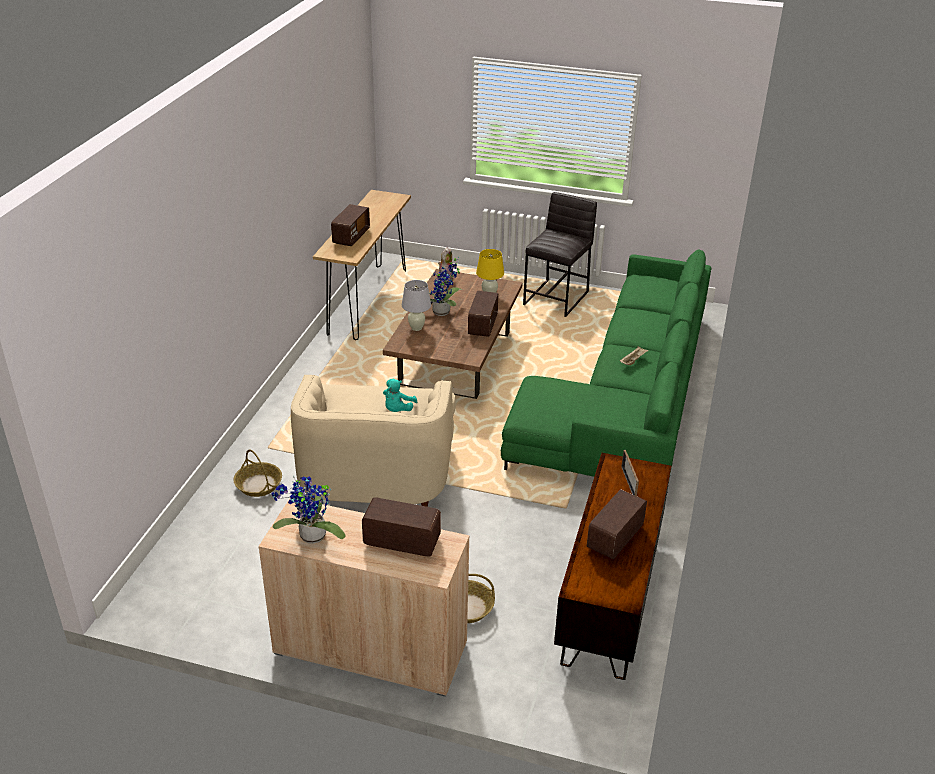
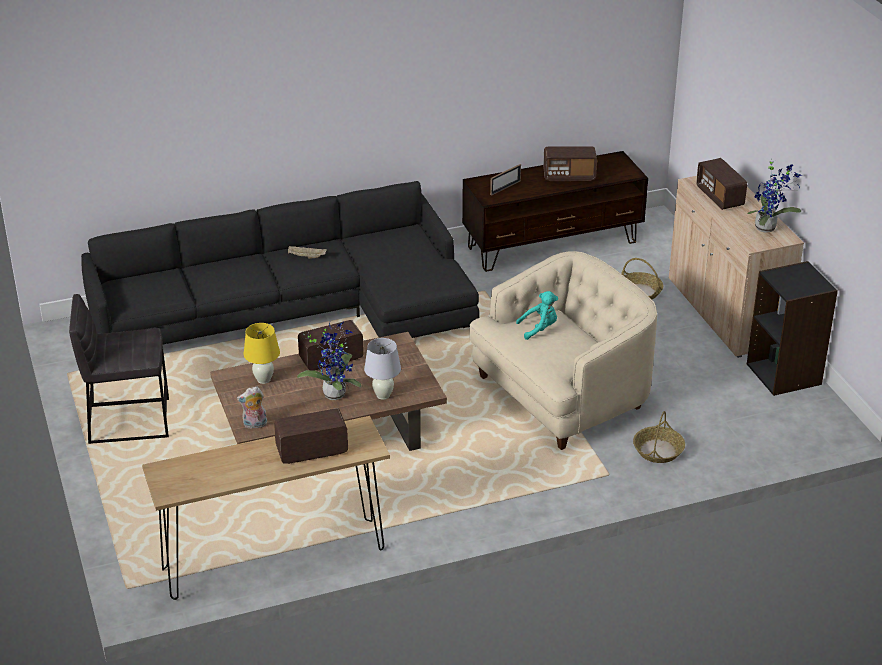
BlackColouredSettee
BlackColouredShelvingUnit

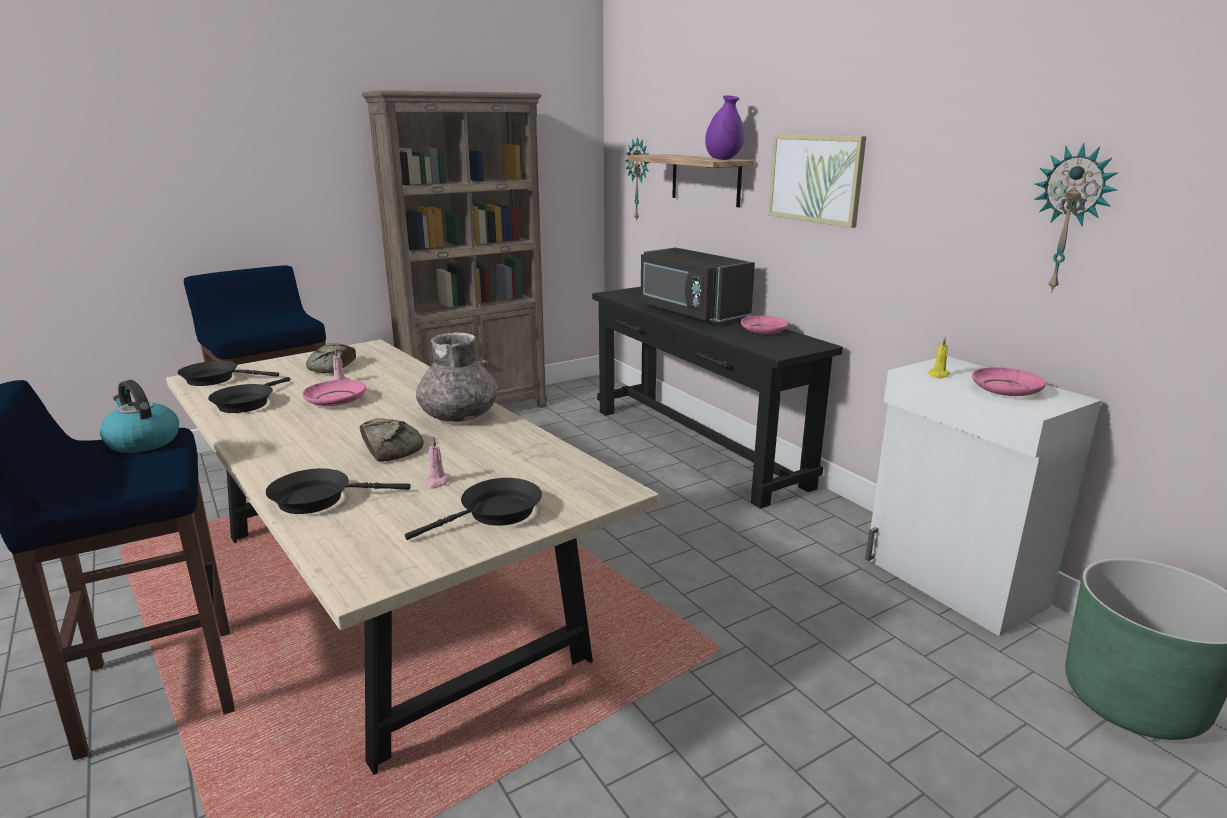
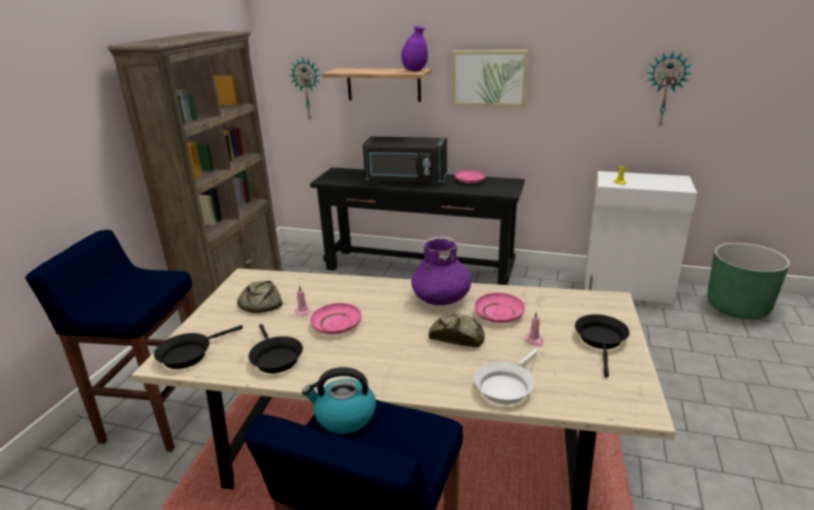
PurpleVase (no. 2 from left)
PinkishFlatDish (no. 3 from left)
WhiteSkillet

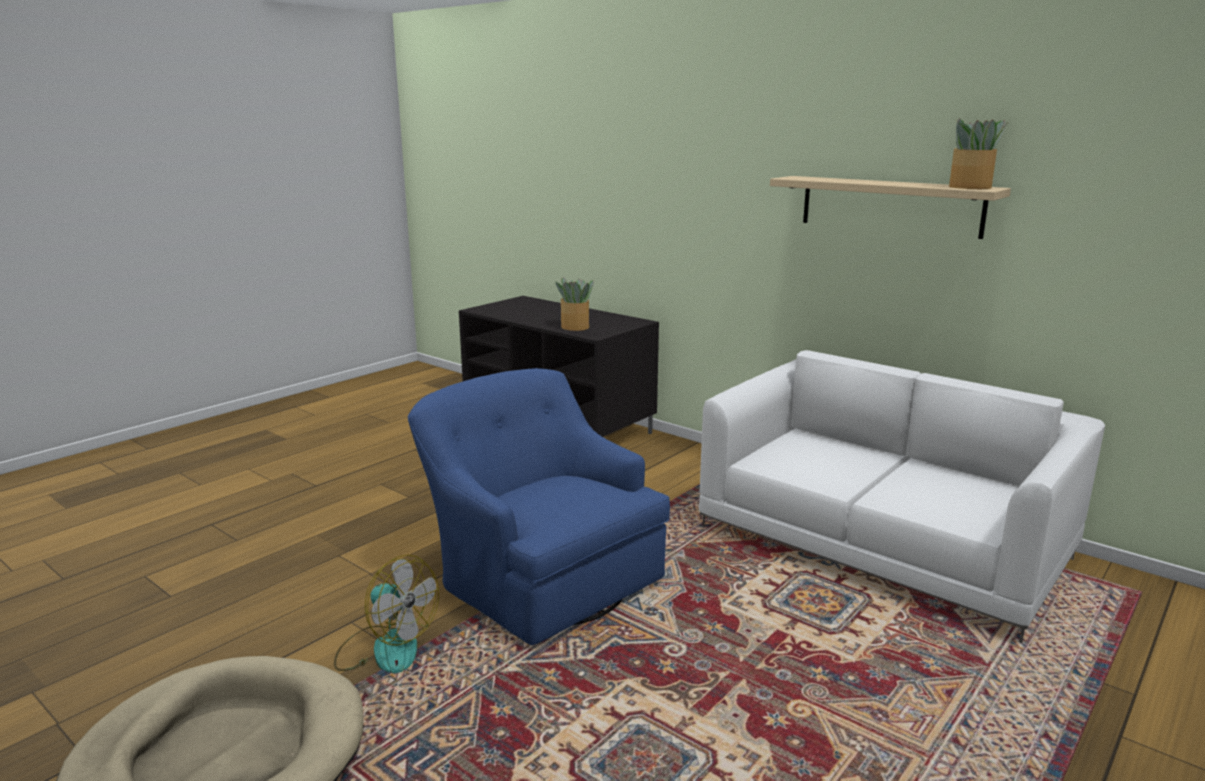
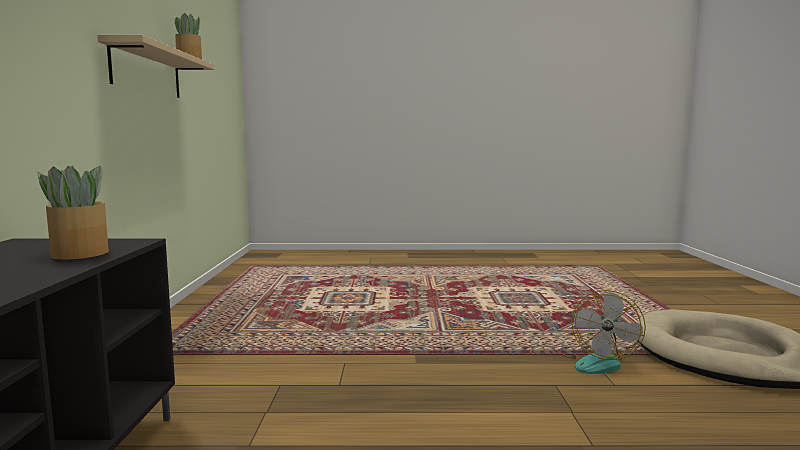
CoolingFan
BlueColouredArmchair
WhiteSettee

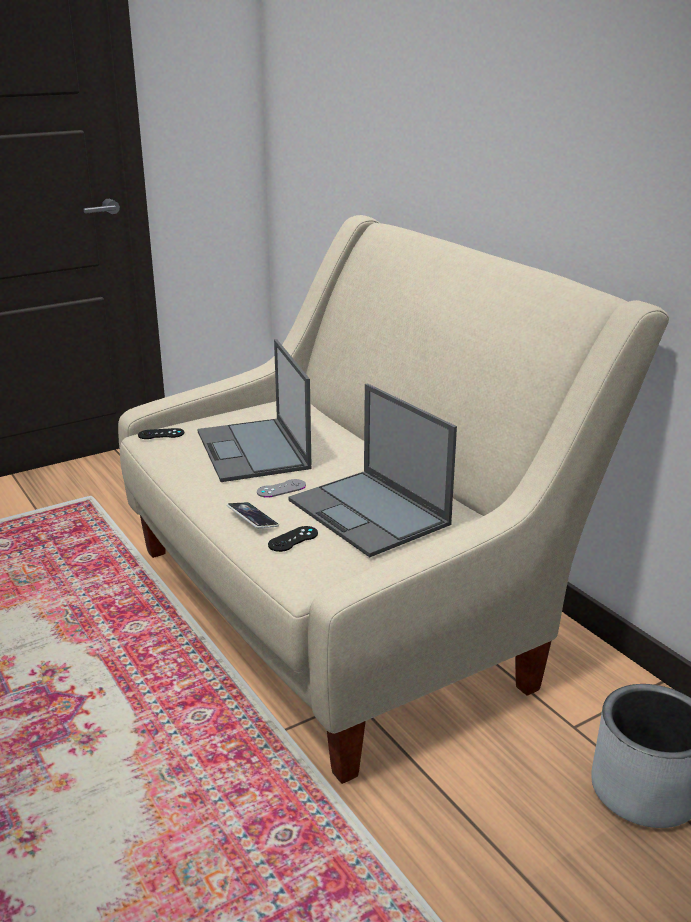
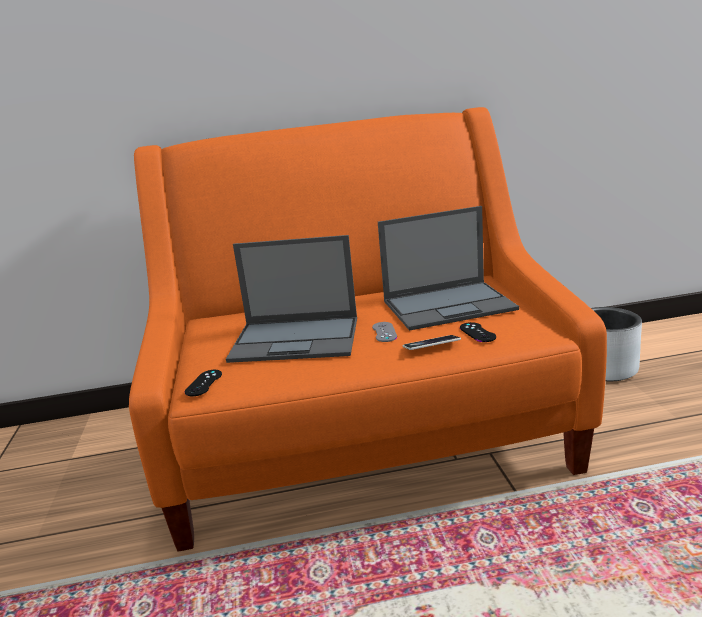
OrangeColouredSettee

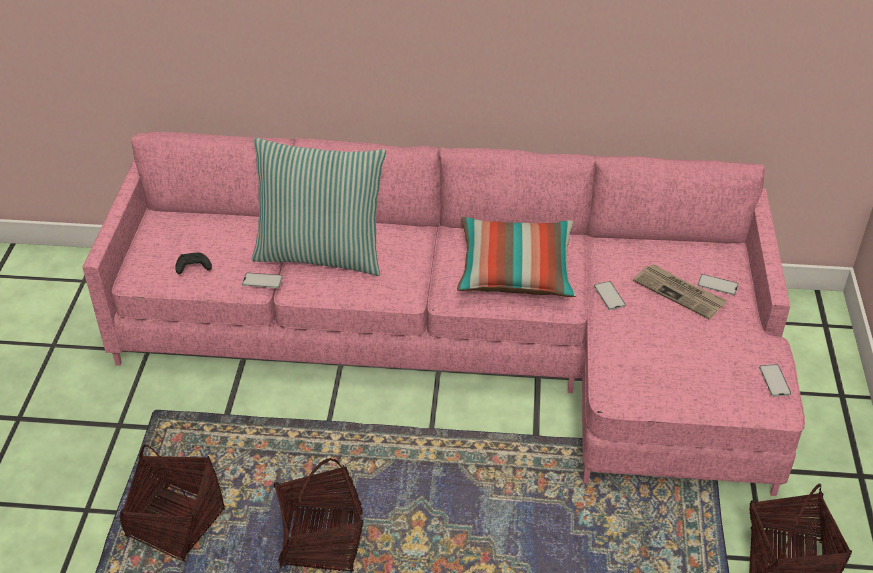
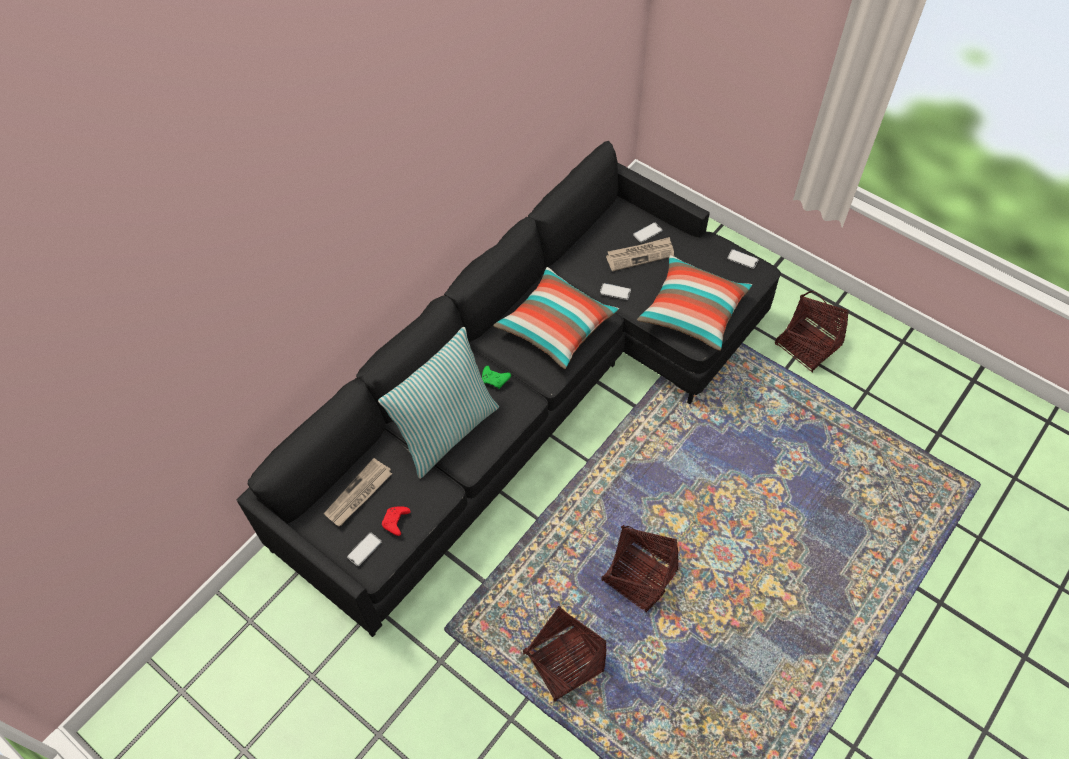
BlackColouredSettee
DailyPaper (no. 1 from left)
Handset (no. 1 from left)
ReddishJoypad
GreenJoypad
Pillow (no. 3 from left)

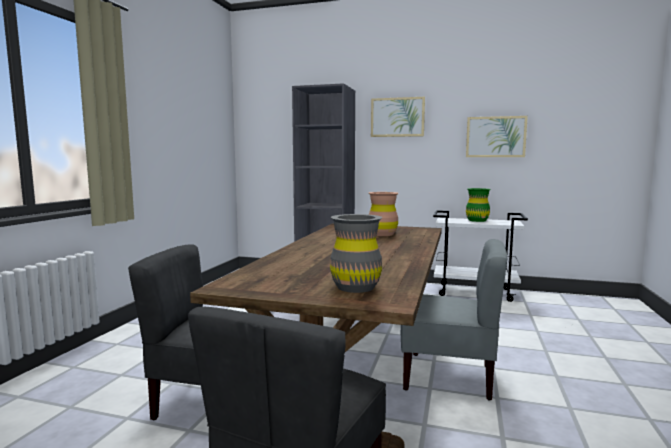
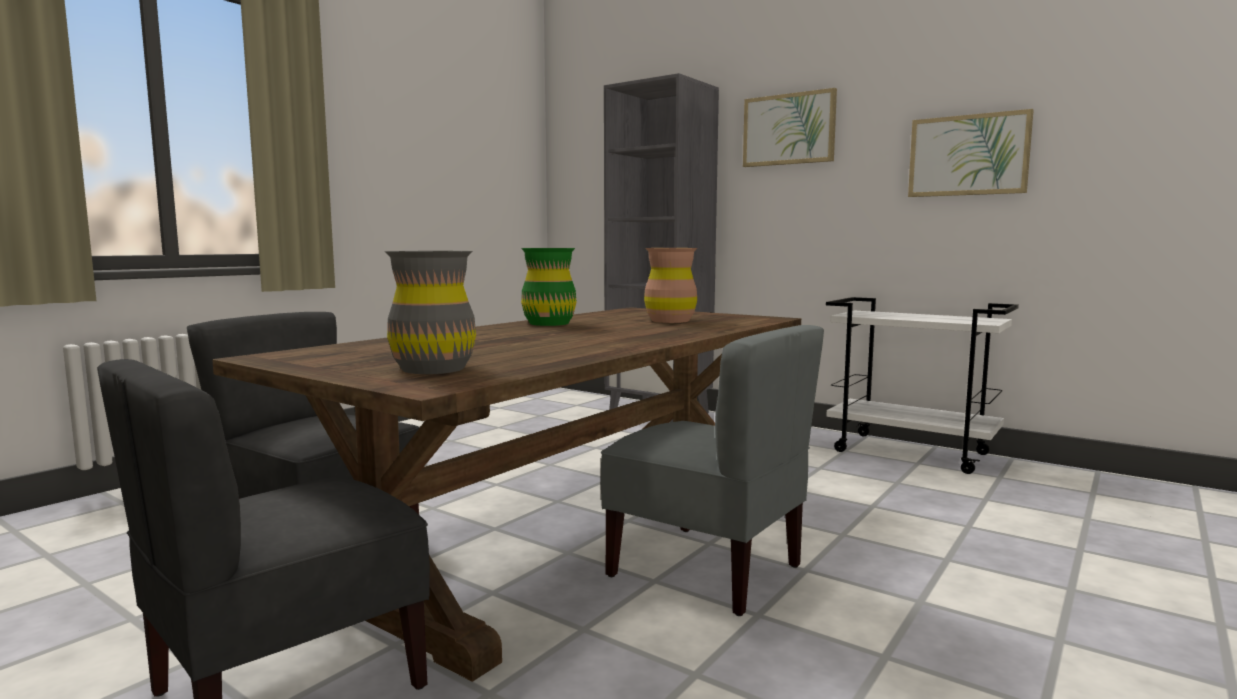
GreenVase

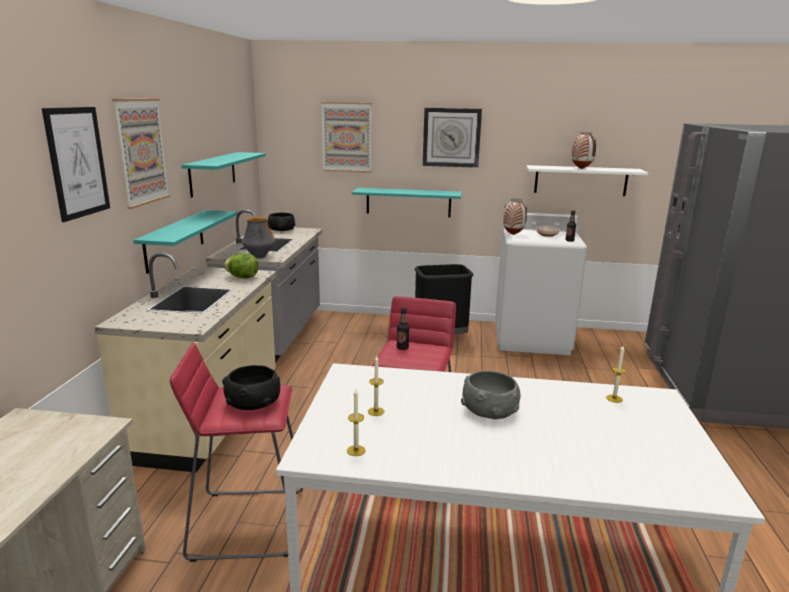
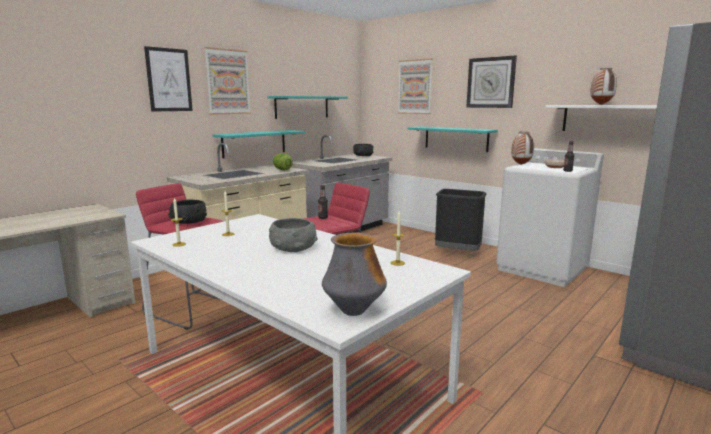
Vase (no. 1 from left)

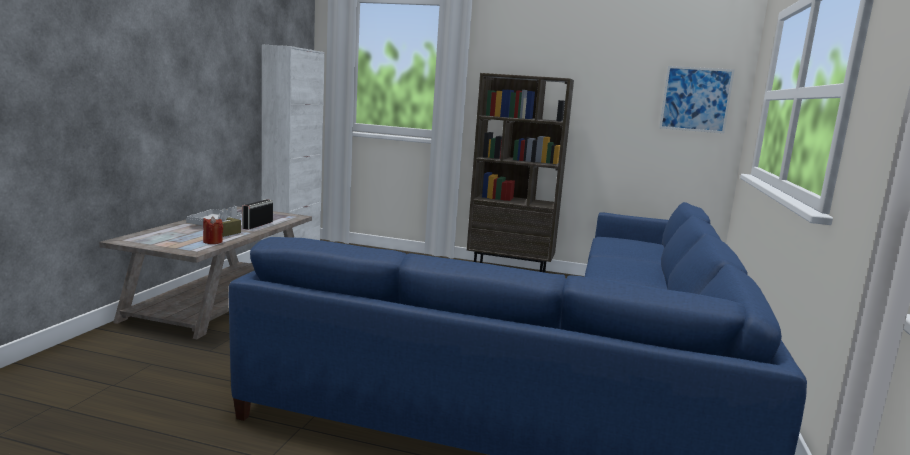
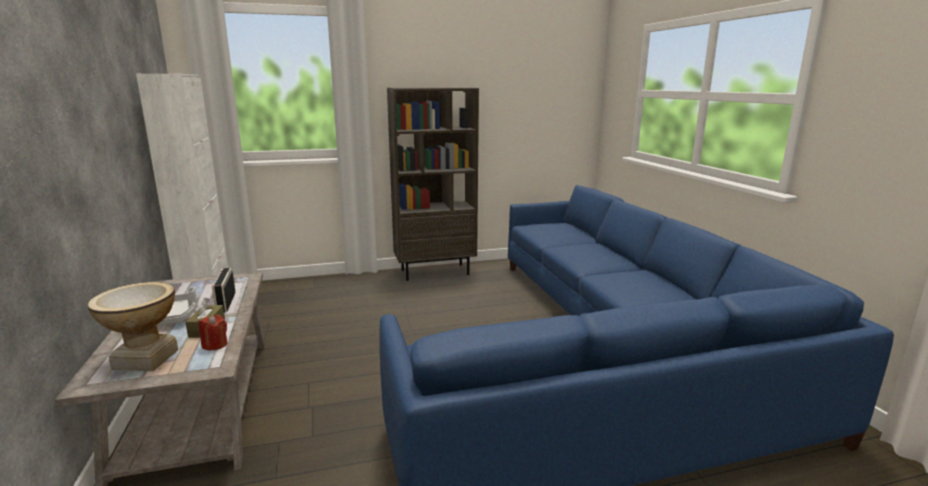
Vase
WallPicture

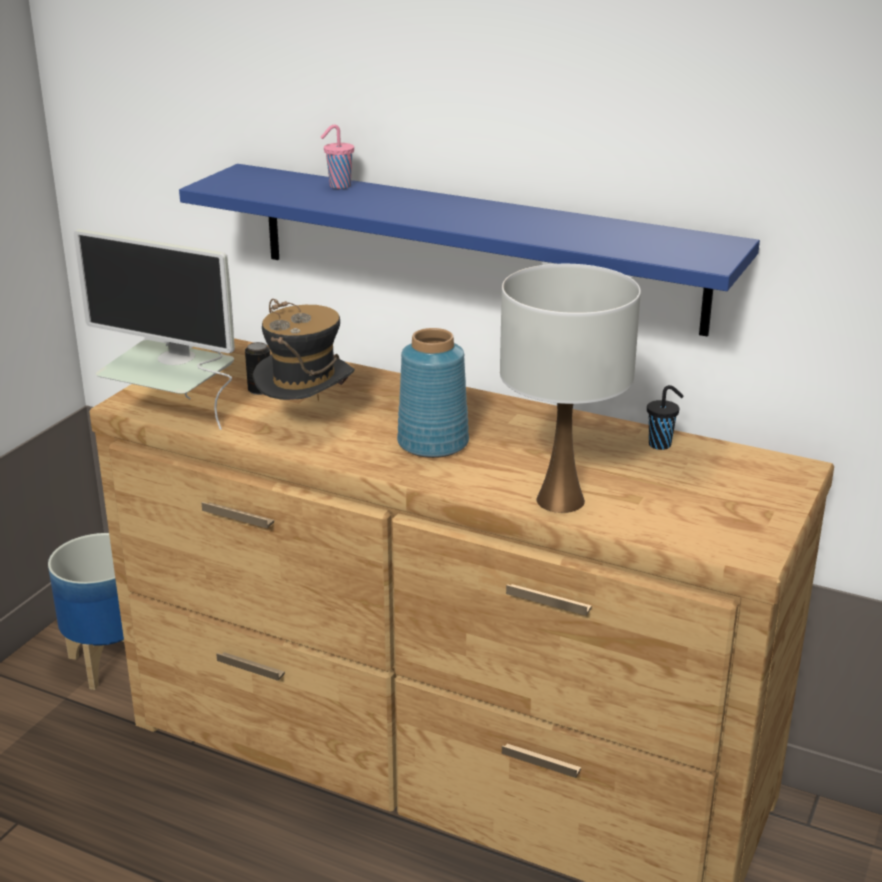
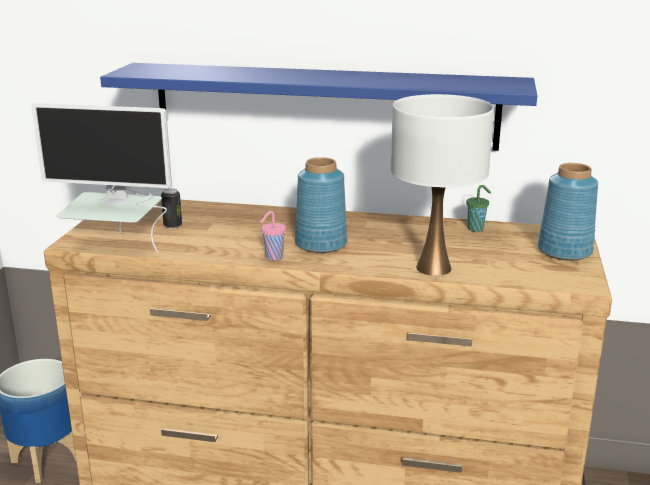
PinkishDrinkingCup
GreenDrinkingCup
BlueColouredVase (no. 2 from left)
ClothingHat

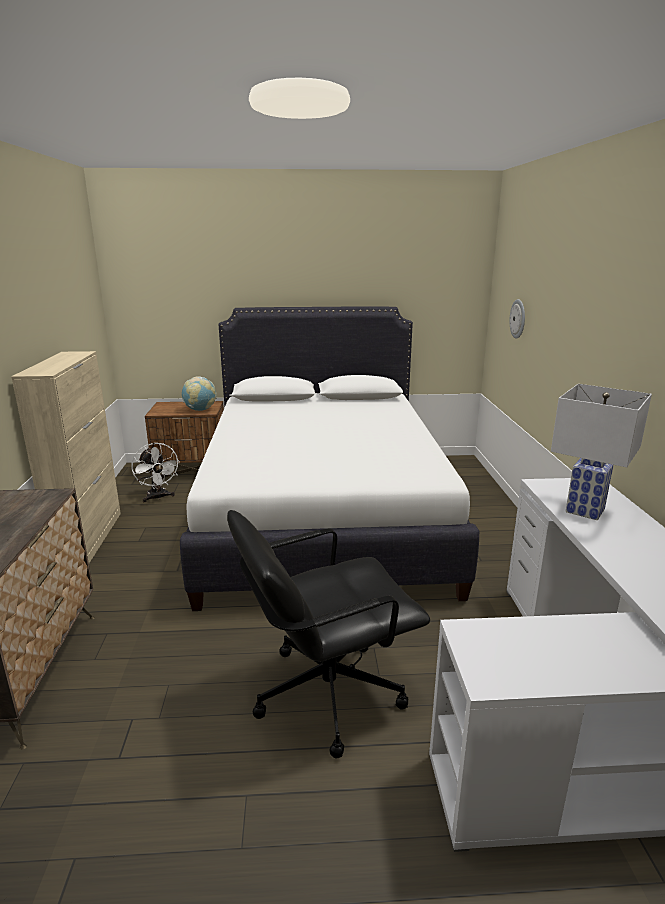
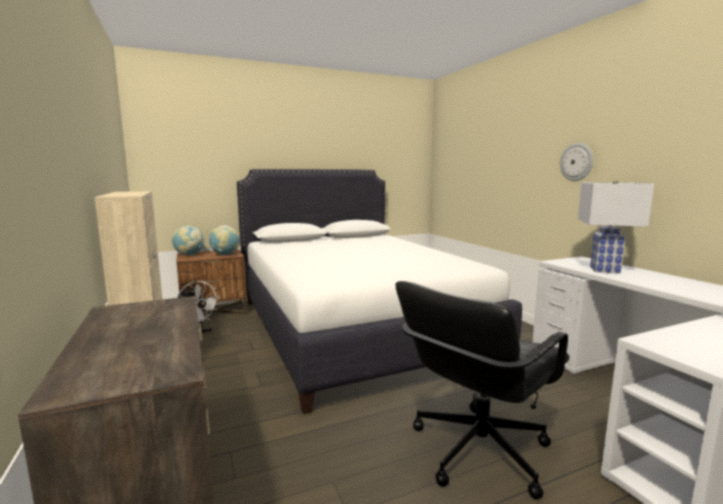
WorldGlobe (no. 1 from left)
WallClock

